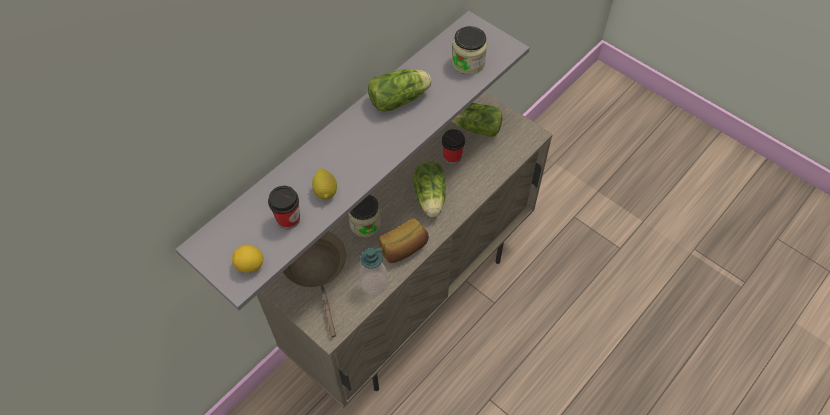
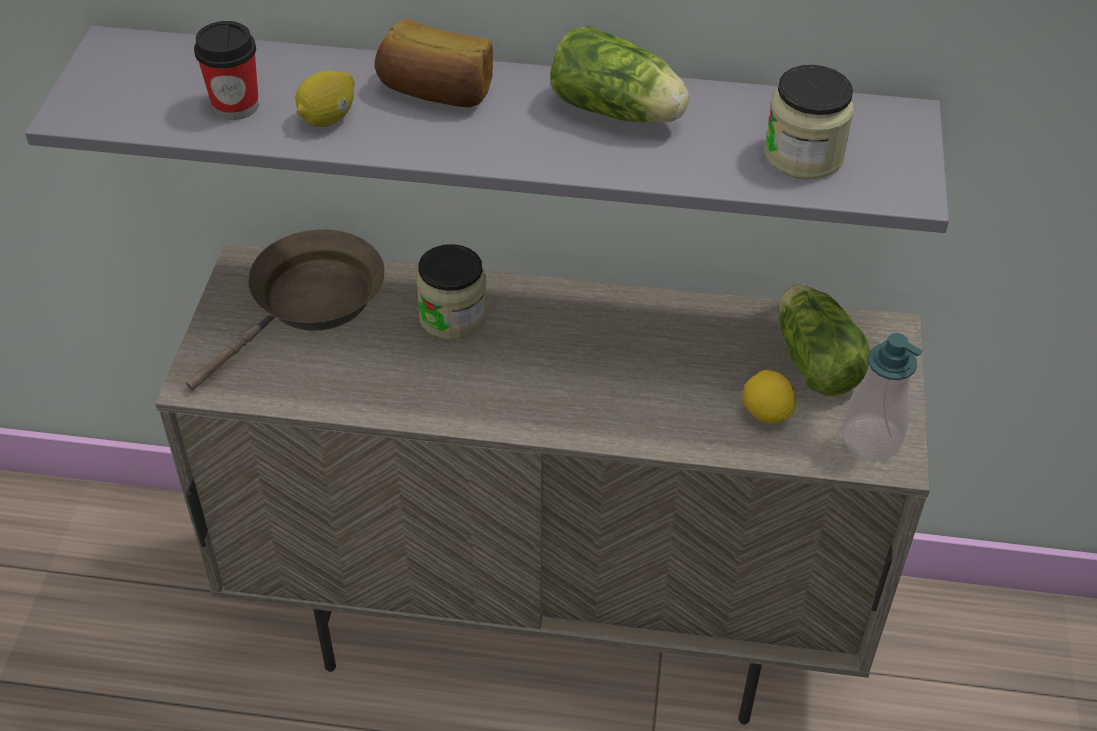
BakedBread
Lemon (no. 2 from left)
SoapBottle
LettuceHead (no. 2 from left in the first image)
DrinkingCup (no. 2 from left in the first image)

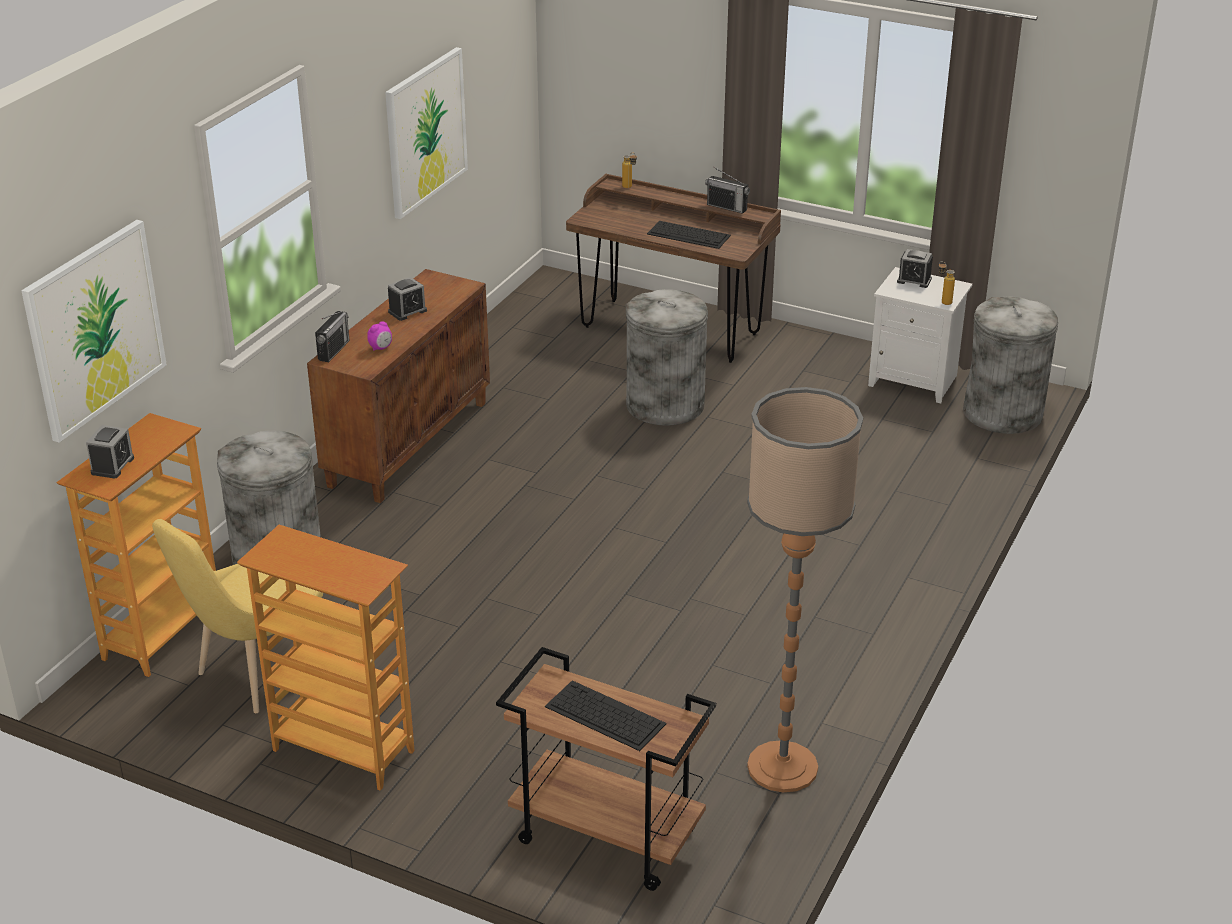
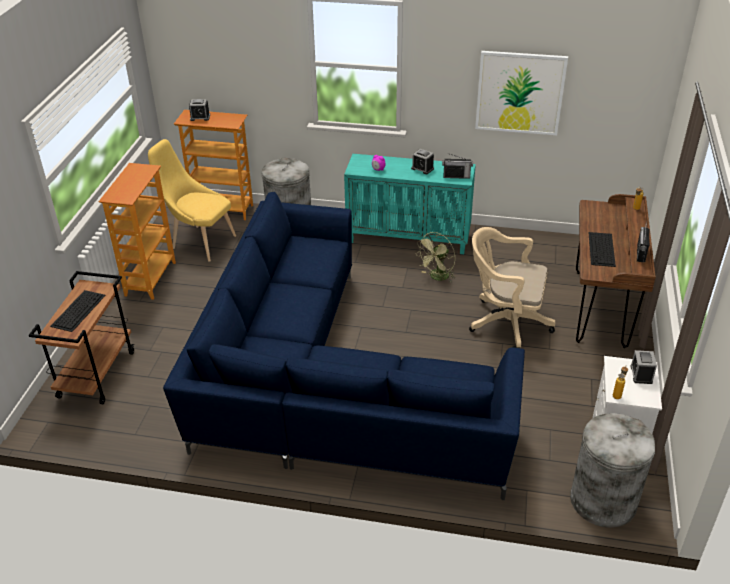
BlueColouredSettee
TurquoiseColouredStorageCabinet
GreenCoolingFan
RadioReceiver (no. 1 from left)
SandColouredComputerChair
WallPicture (no. 1 from left in the first image)
StandardLamp

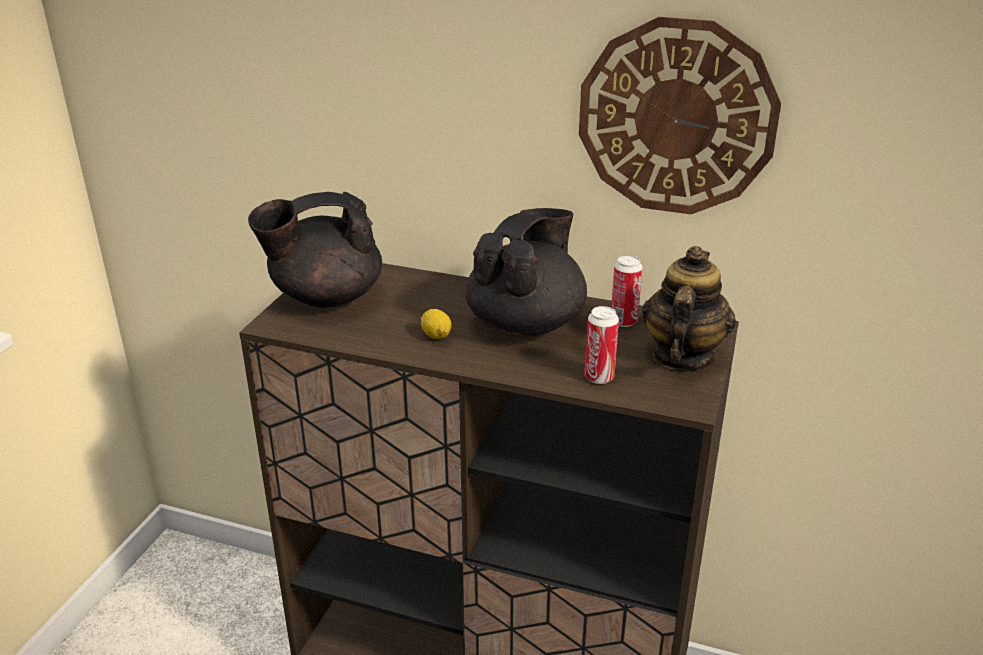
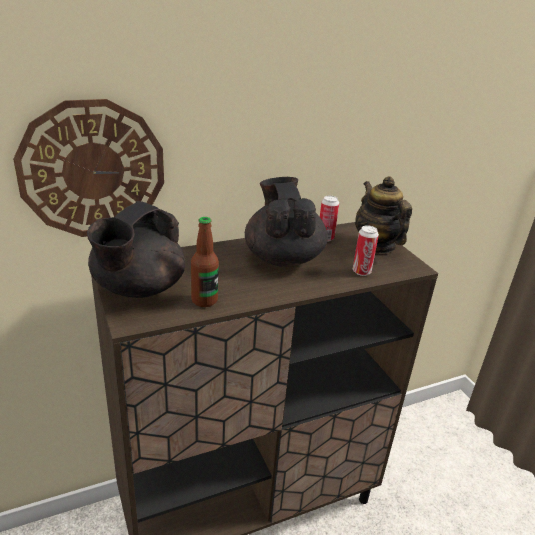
WallClock
Bottle
Lemon

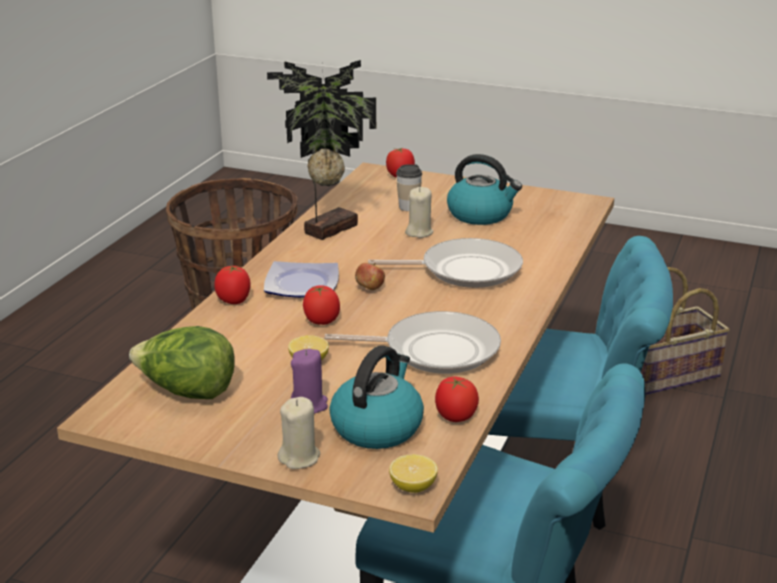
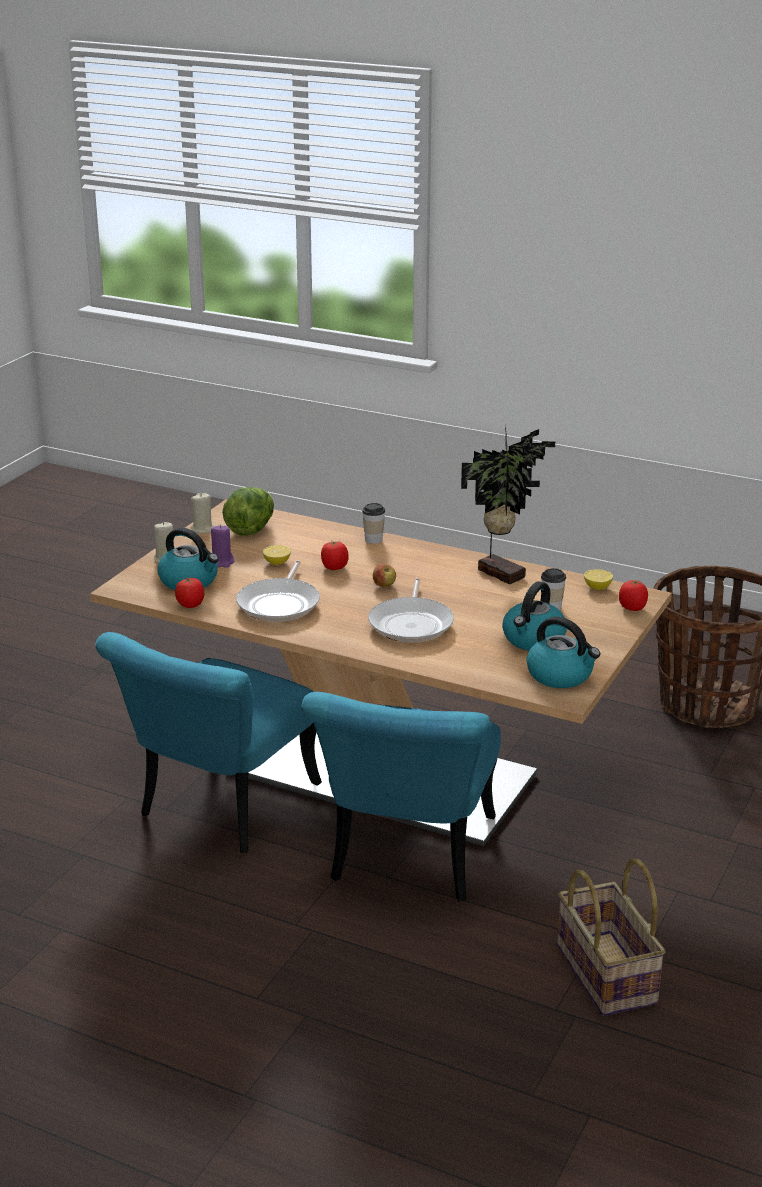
SandColouredCandle (no. 2 from left)
DrinkingCup (no. 1 from left)
Kettle (no. 3 from left)
Lemon (no. 2 from left)
FlatDish

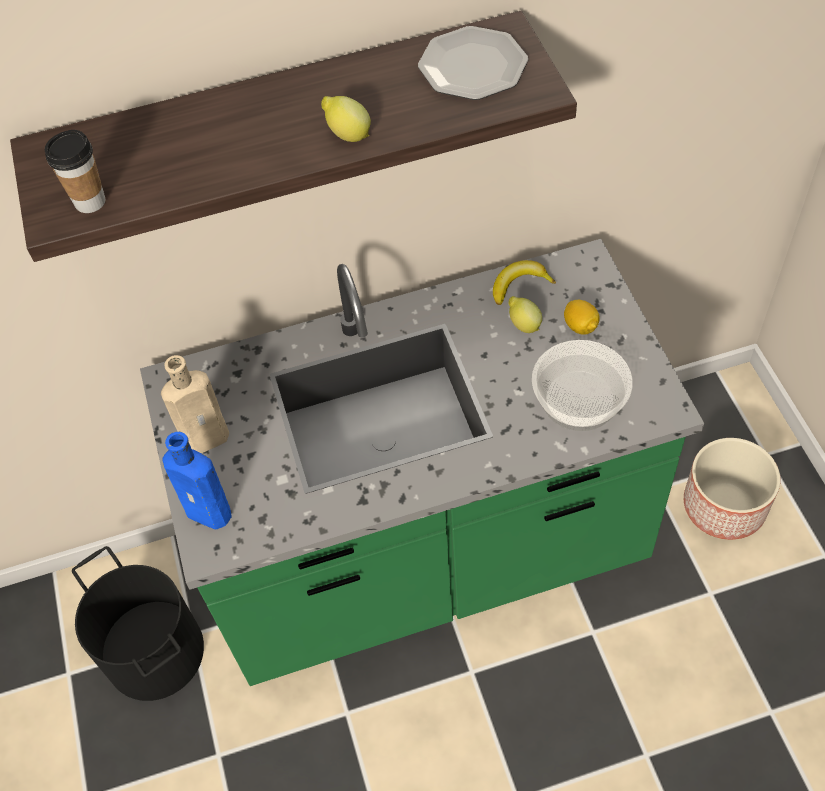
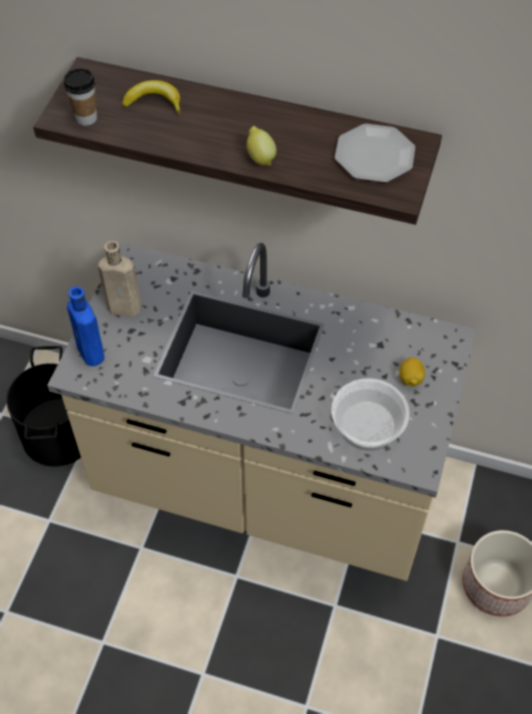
SandColouredKitchenCounter
WholeBanana
Lemon (no. 2 from left in the first image)

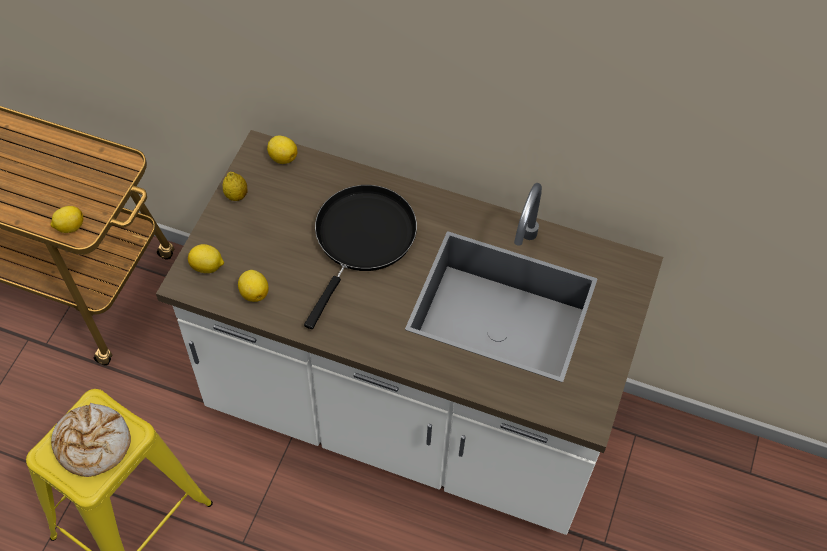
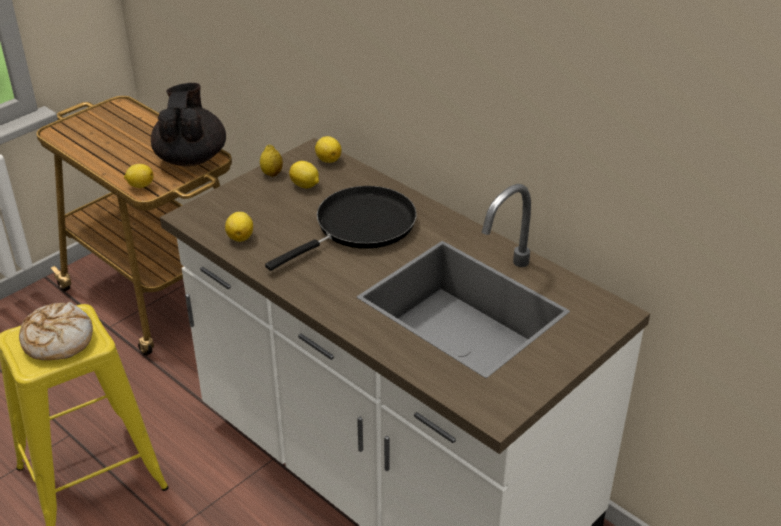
BlackColouredPotForTea
Lemon (no. 4 from left)

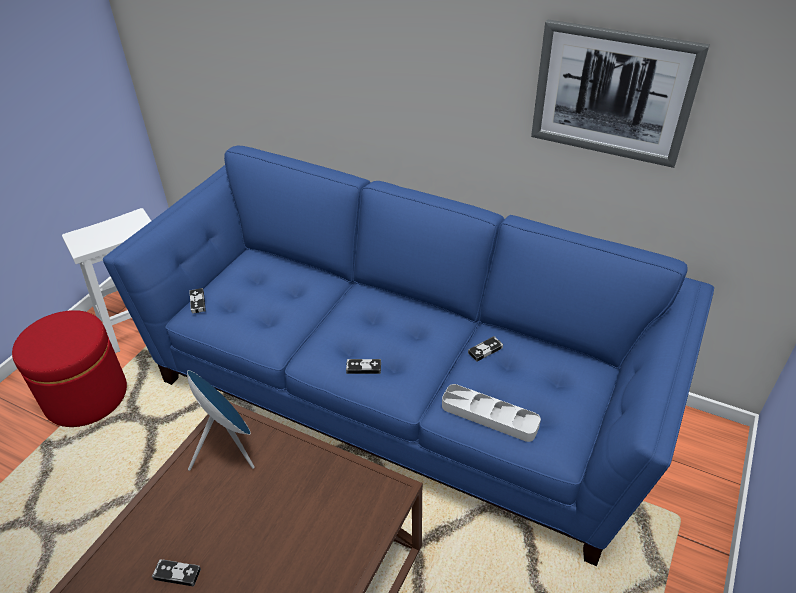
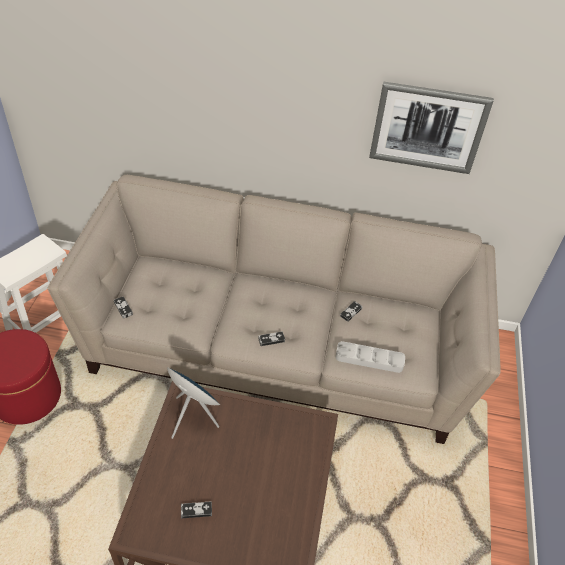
SandColouredSettee

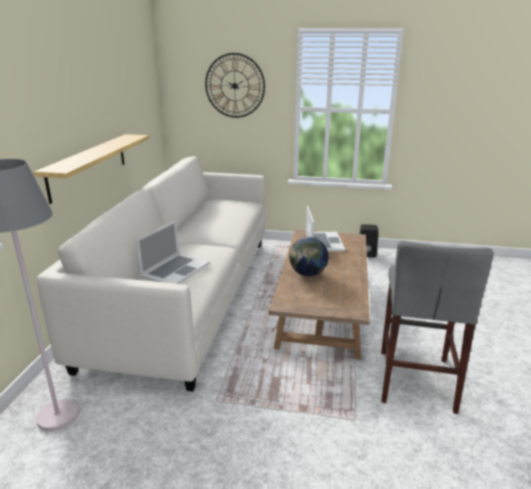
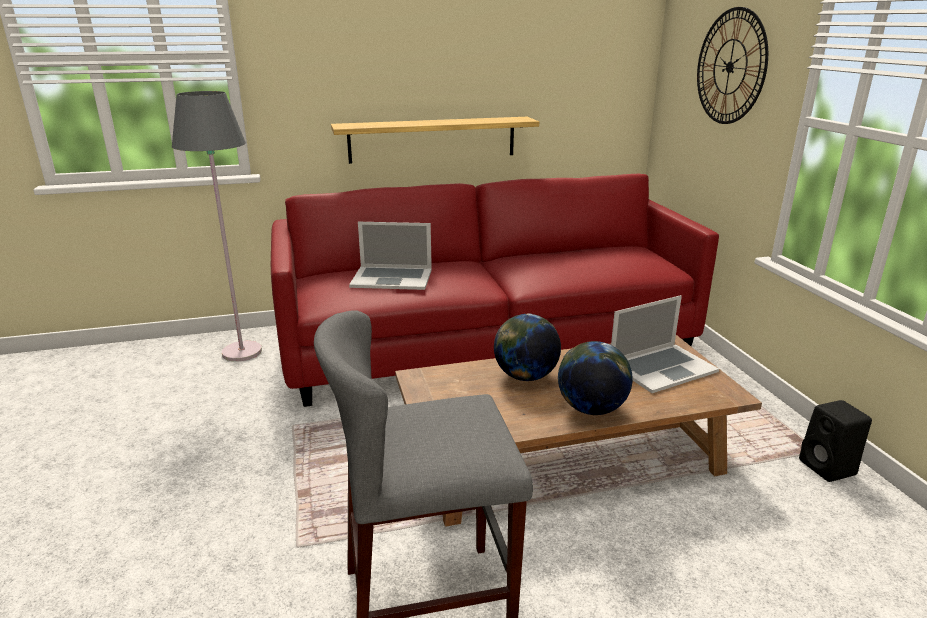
ReddishSettee
WorldGlobe (no. 2 from left)

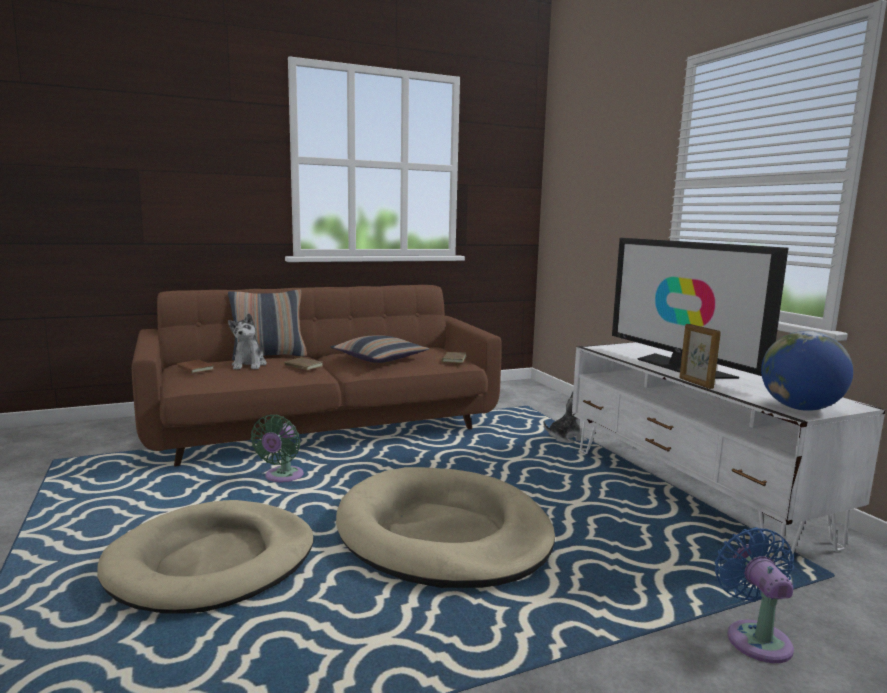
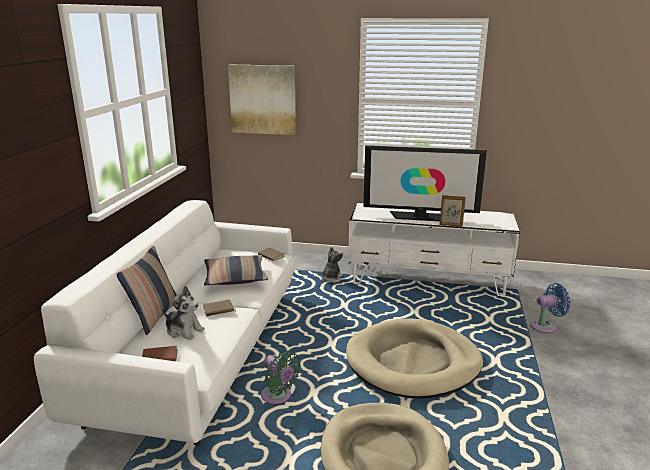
WhiteSettee
WallPicture
BlueColouredCoolingFan
WorldGlobe

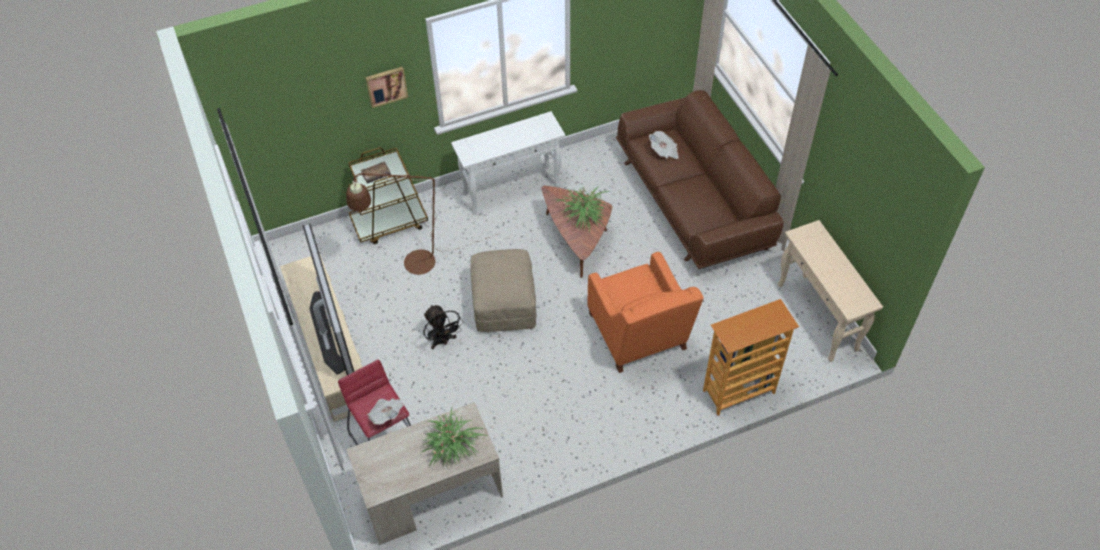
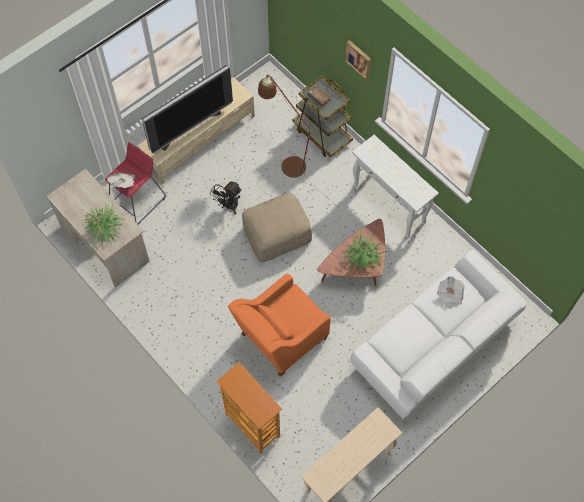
WhiteSettee

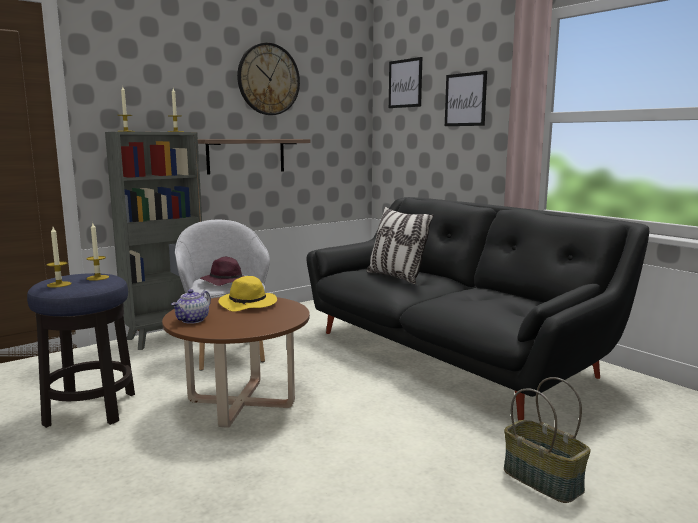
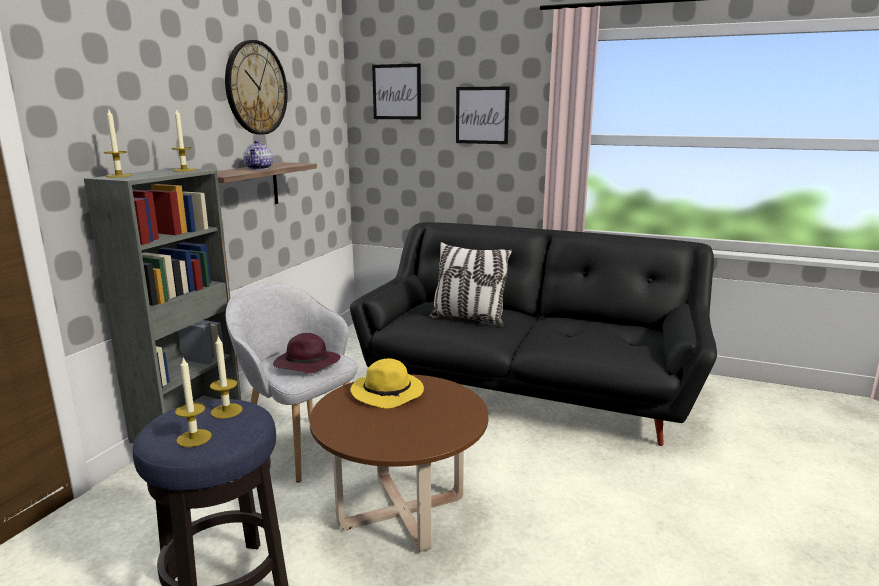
PotForTea
Basket

